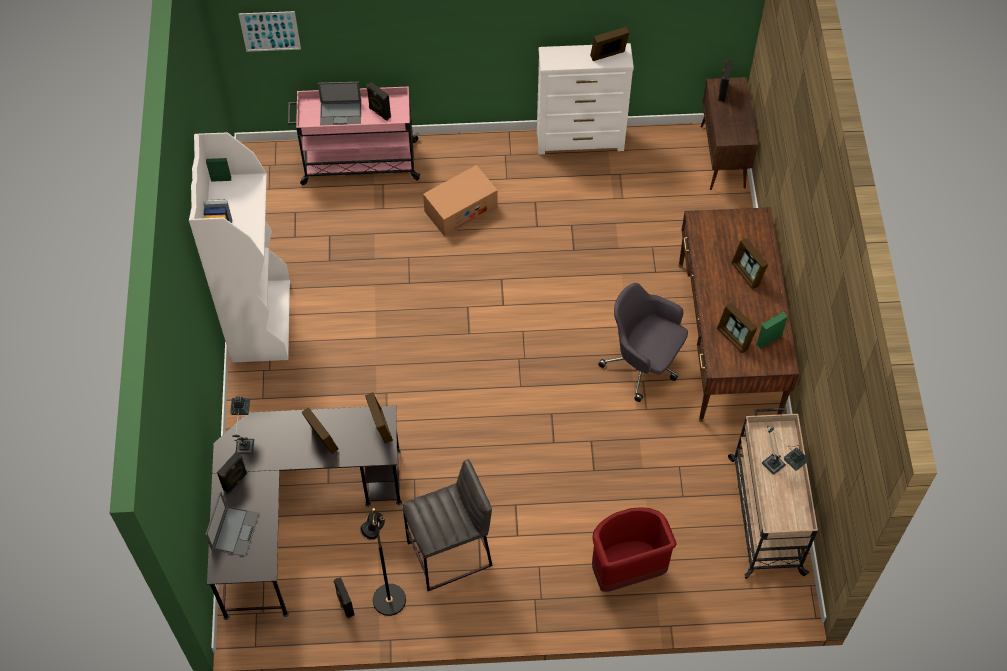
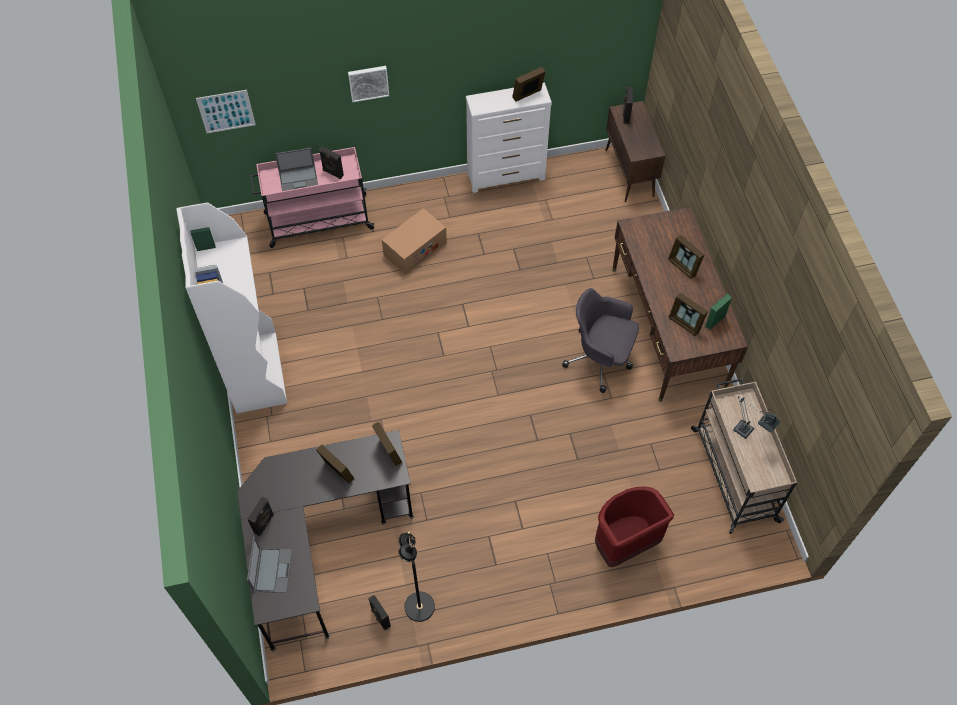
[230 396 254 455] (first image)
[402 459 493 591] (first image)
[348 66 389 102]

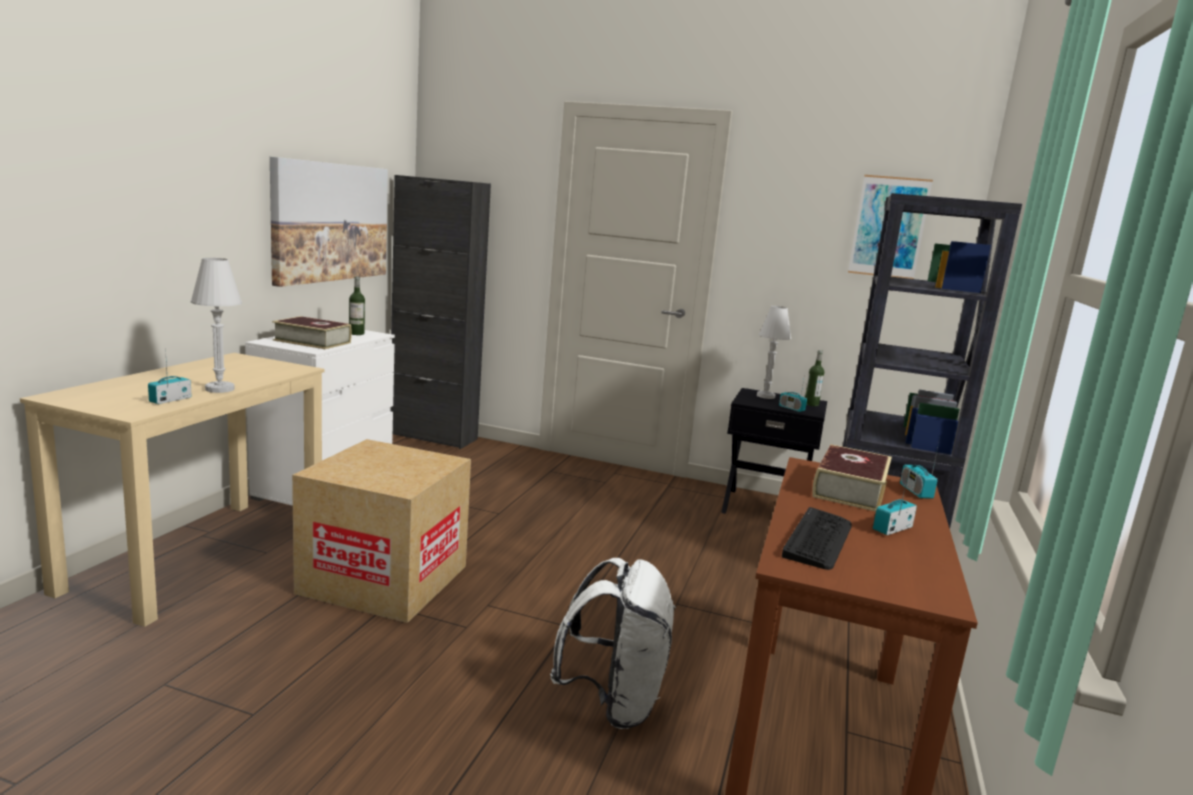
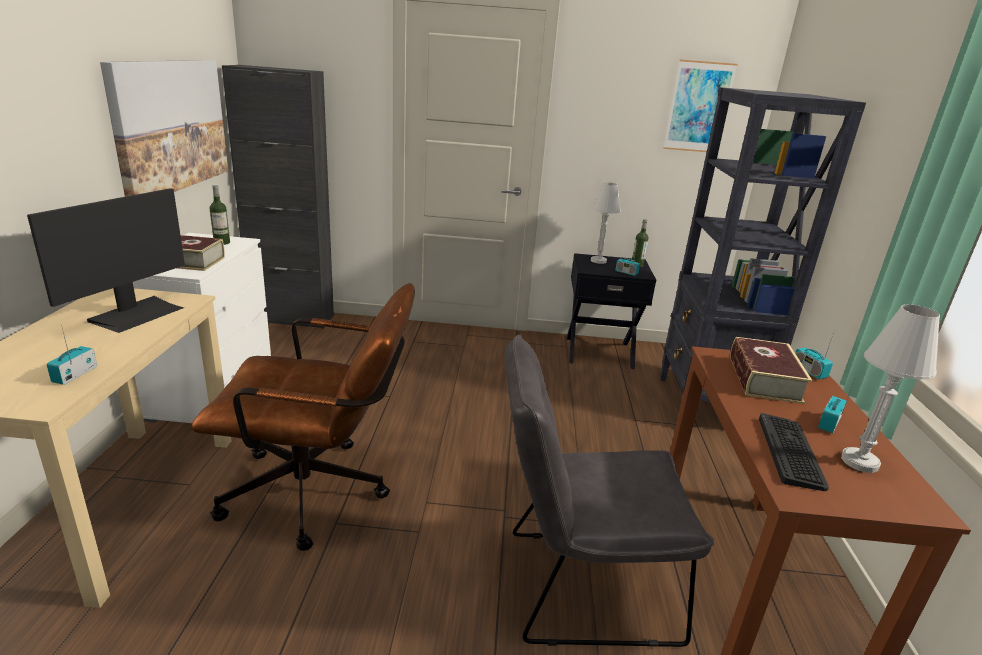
[841 304 940 473]
[191 283 415 551]
[505 335 715 647]
[27 188 185 333]

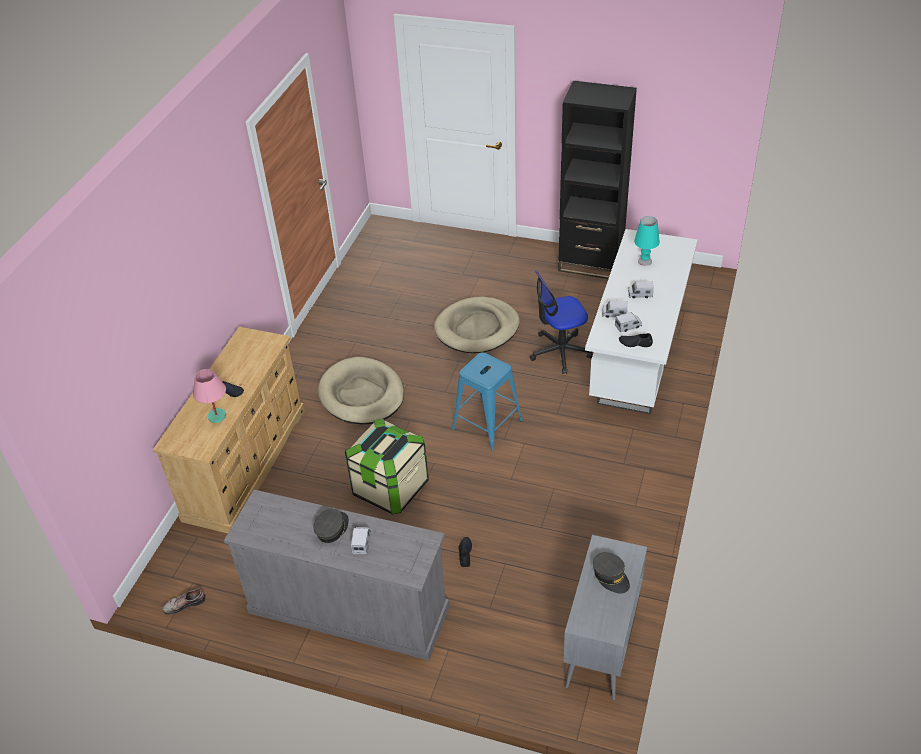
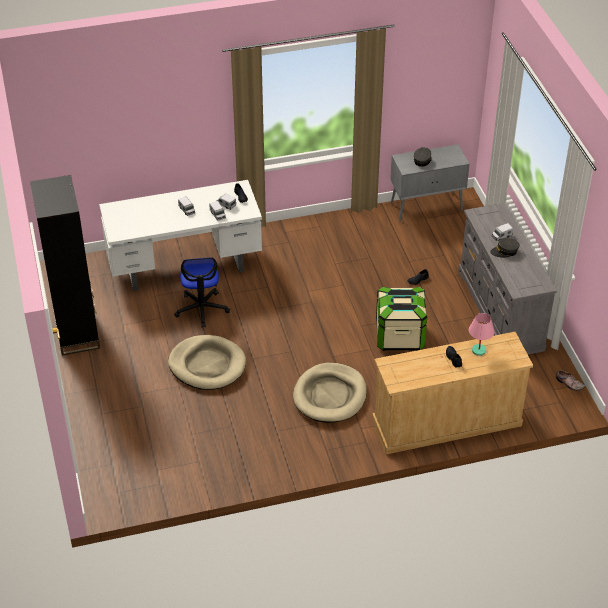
[452 352 523 451] (first image)
[174 257 230 328]
[634 216 660 266] (first image)

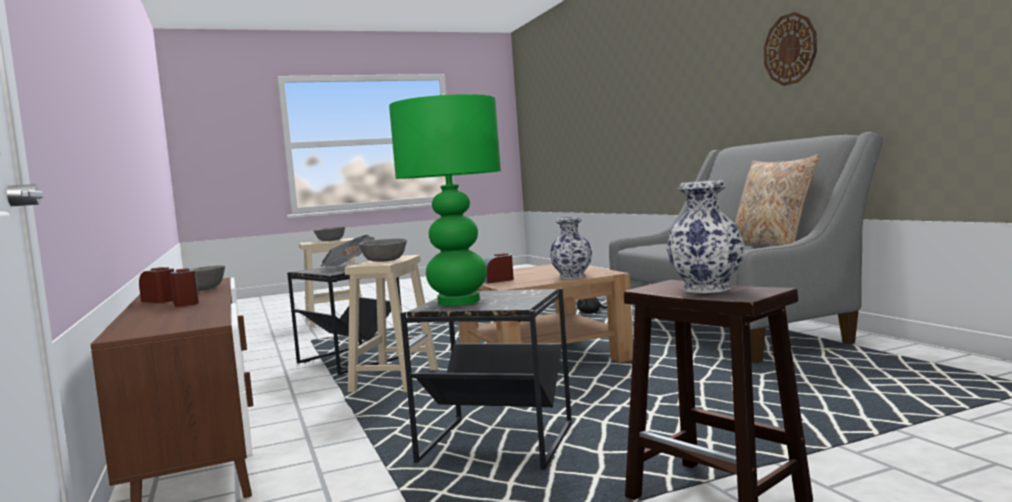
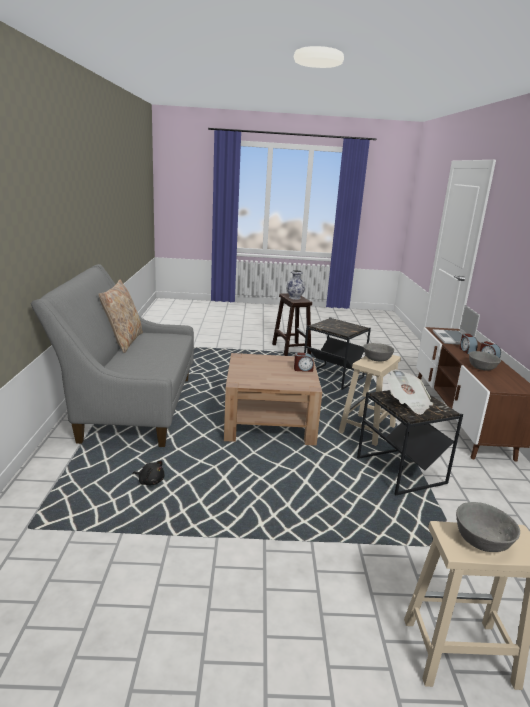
[389 94 501 306] (first image)
[550 216 592 279] (first image)
[764 12 817 86] (first image)
[433 305 480 345]

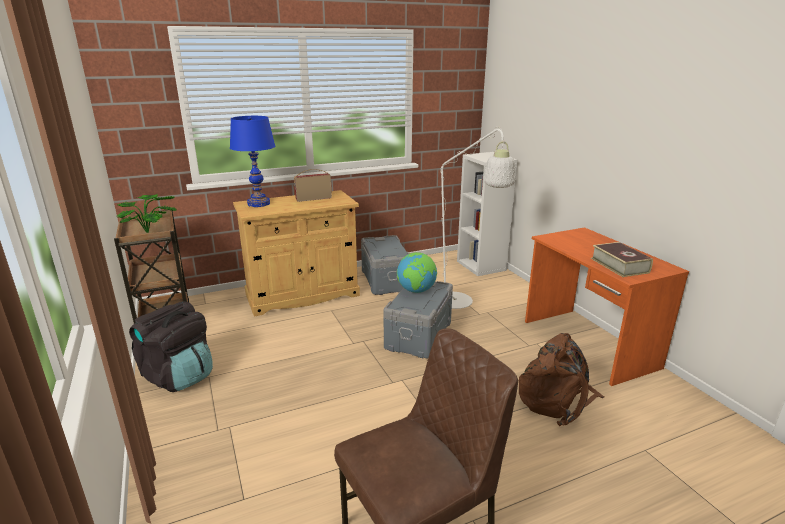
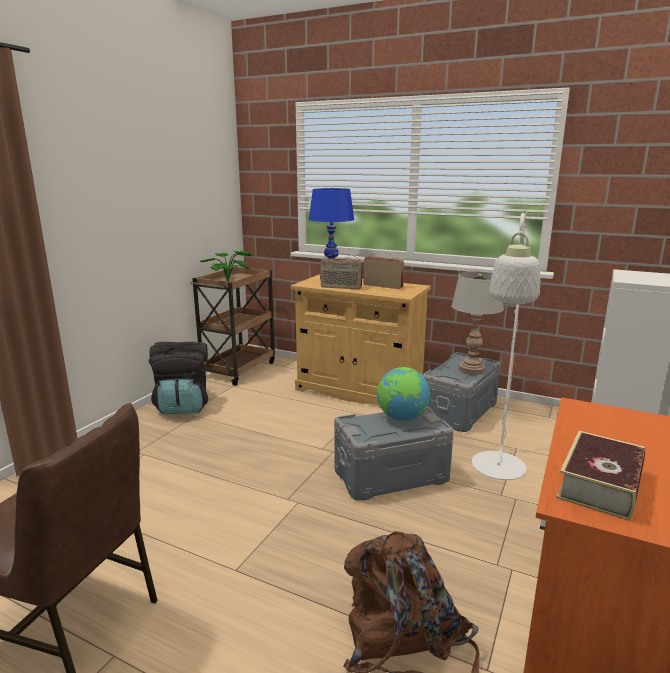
[320 253 363 289]
[451 271 504 375]

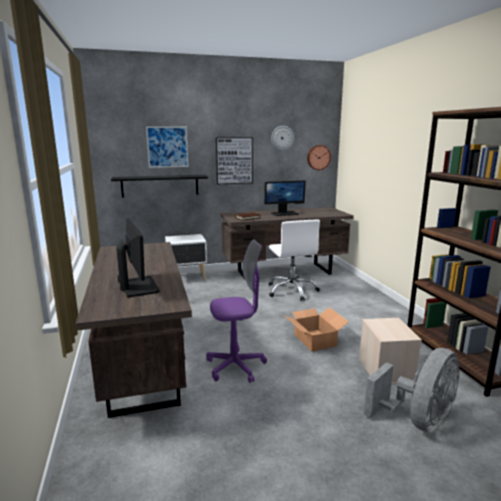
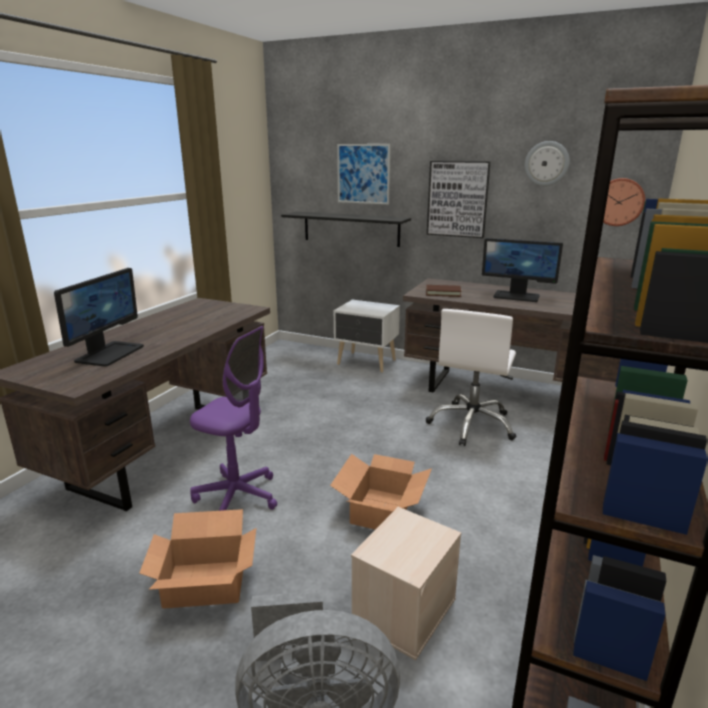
[139 509 256 609]

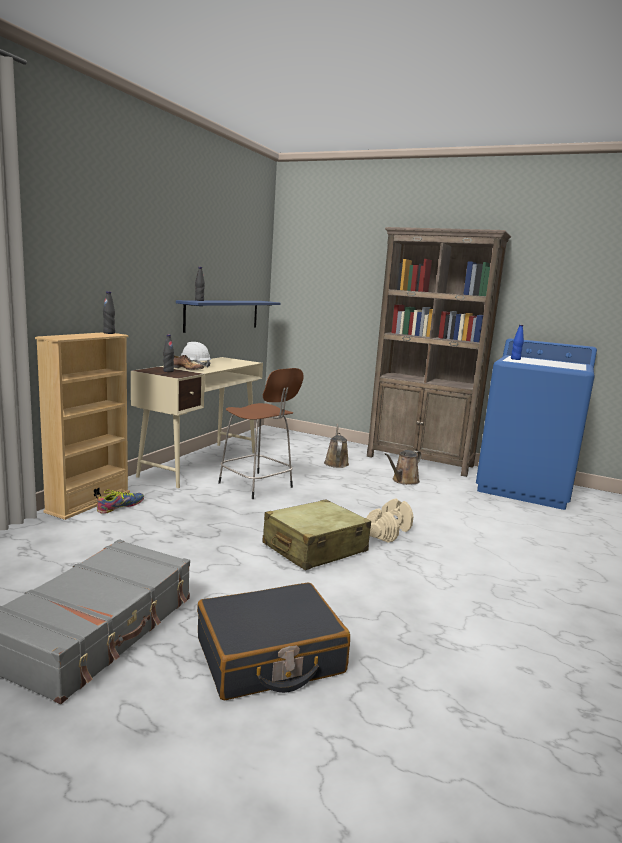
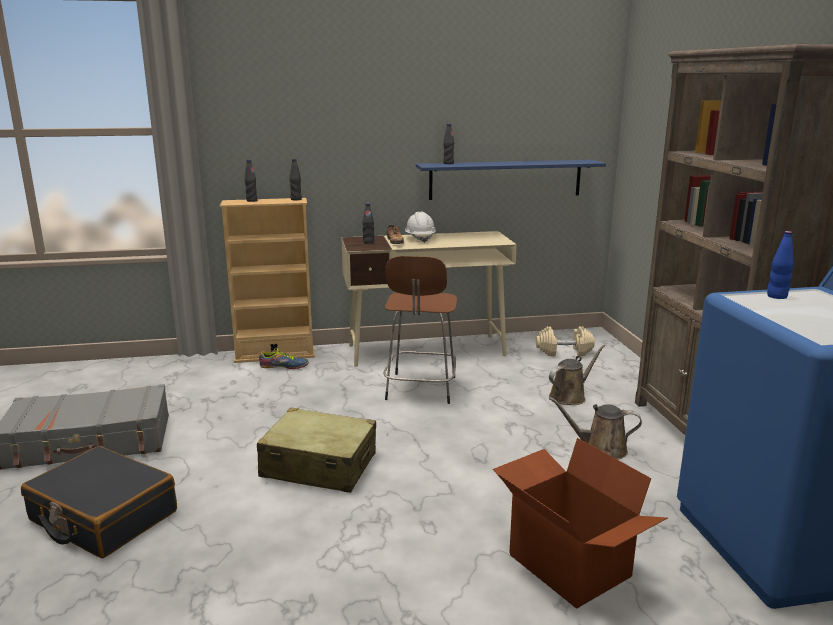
[536 326 595 357]
[245 160 258 202]
[493 438 668 609]

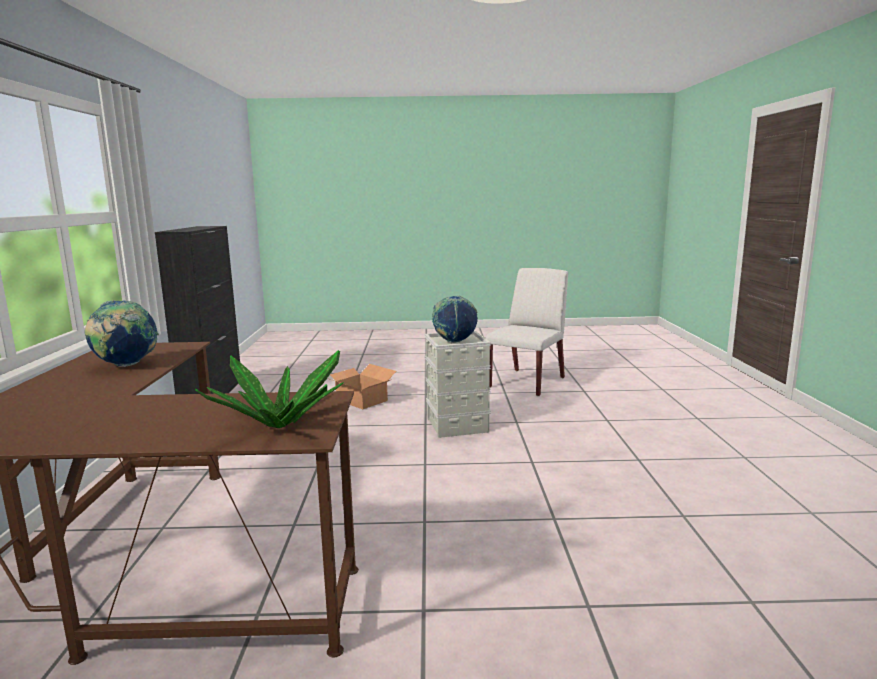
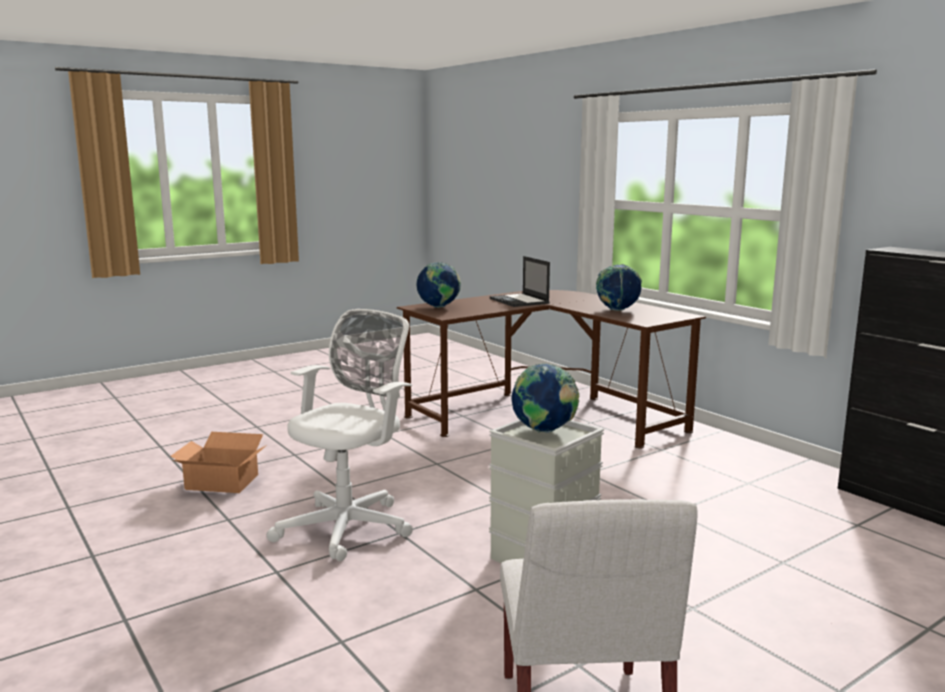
[417 262 461 308]
[171 432 267 493]
[266 309 413 561]
[490 256 550 307]

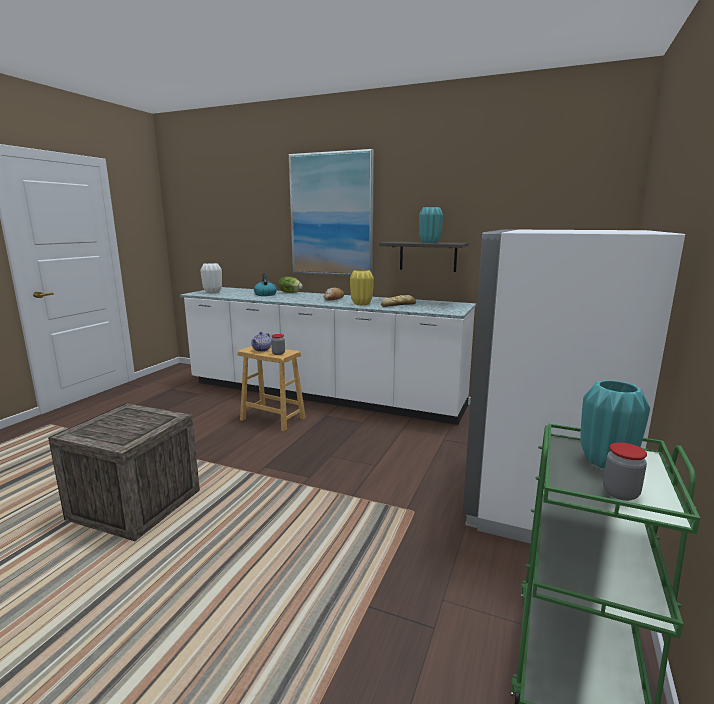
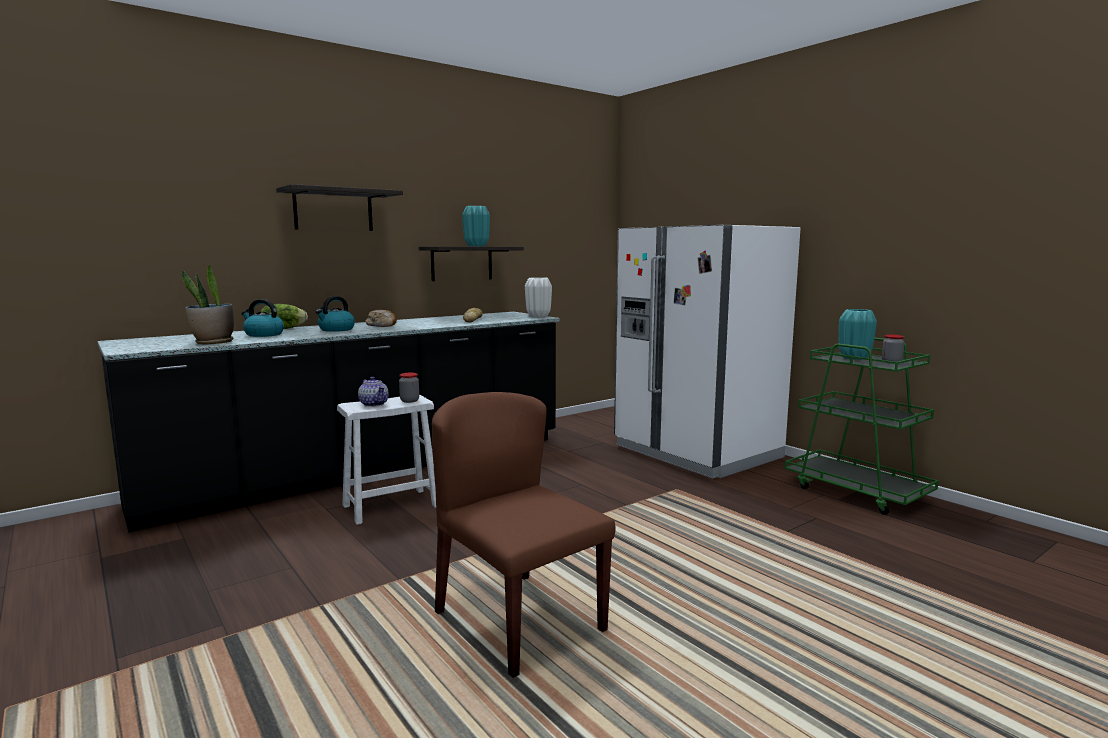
[432 392 615 678]
[98 312 560 533]
[525 277 552 318]
[337 395 436 525]
[276 184 403 231]
[350 270 374 305] (first image)
[181 265 234 344]
[316 296 355 332]

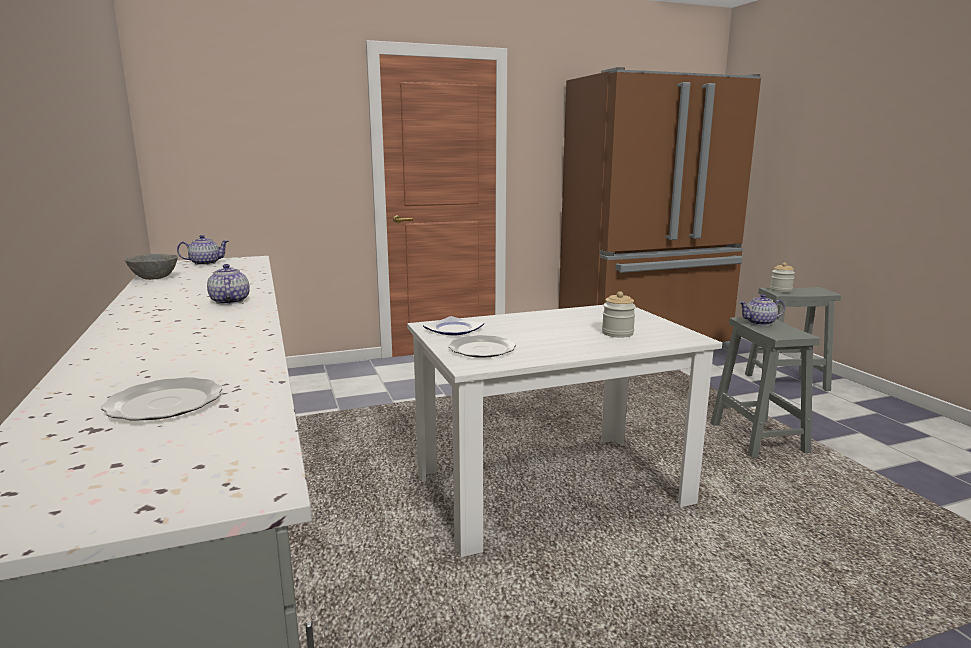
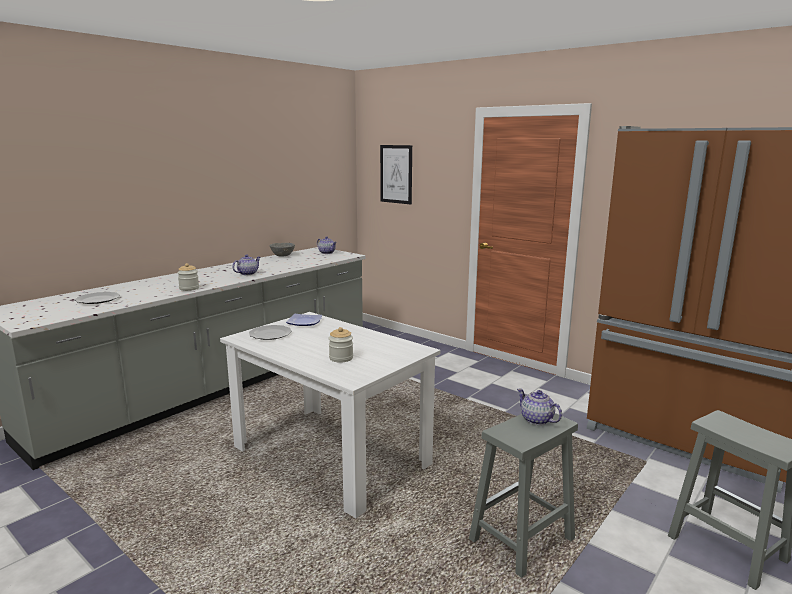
[177 263 199 291]
[380 145 412 204]

